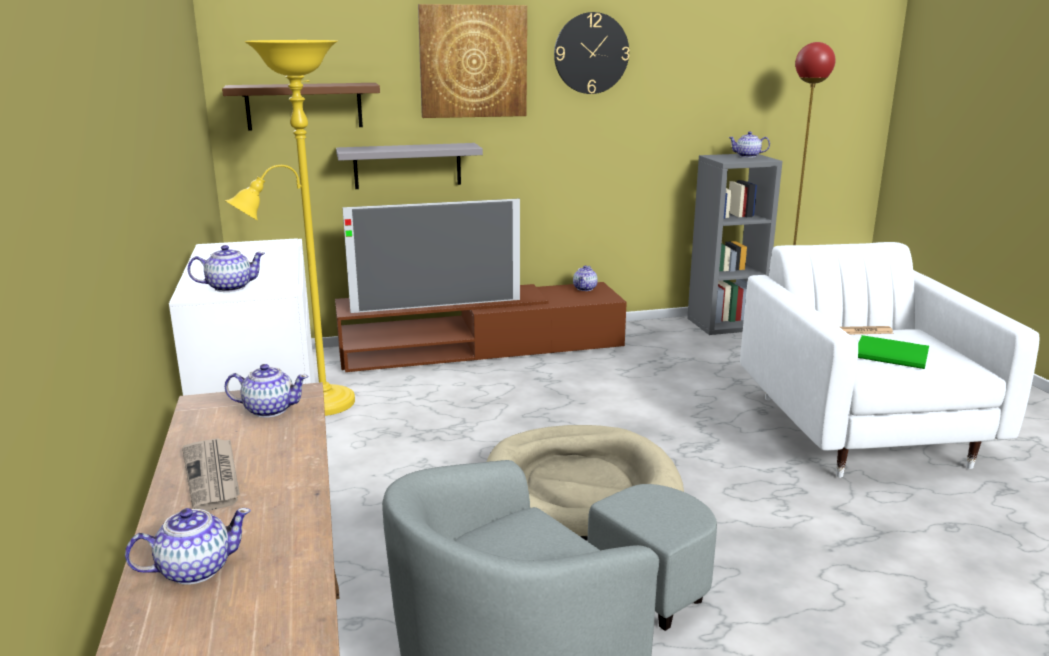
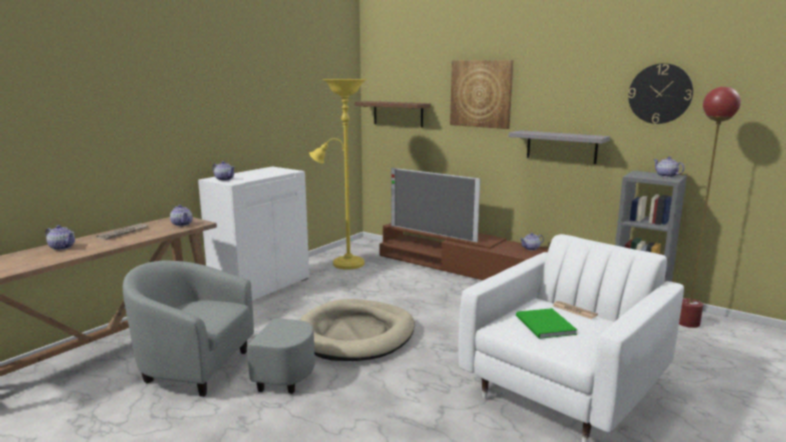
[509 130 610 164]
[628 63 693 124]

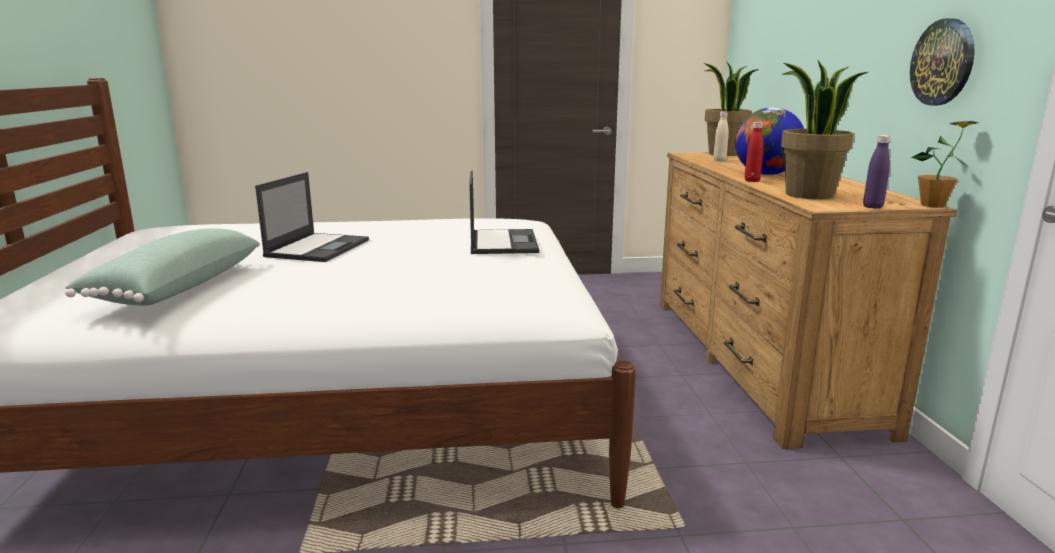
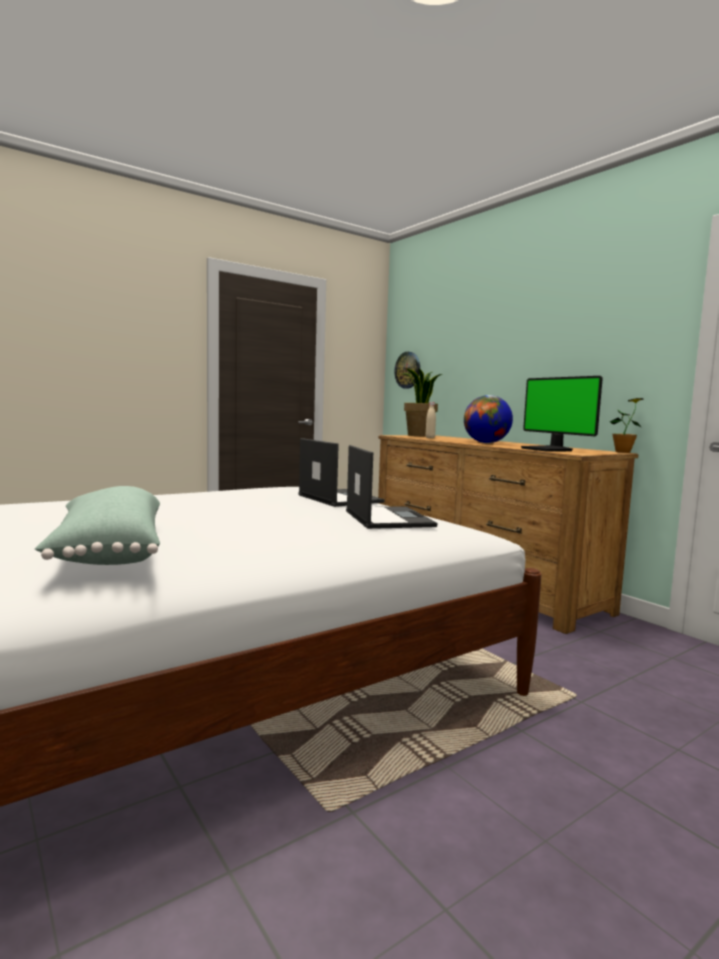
[346 445 437 529]
[745 122 764 182] (first image)
[521 376 603 452]
[863 135 890 209] (first image)
[395 352 420 389]

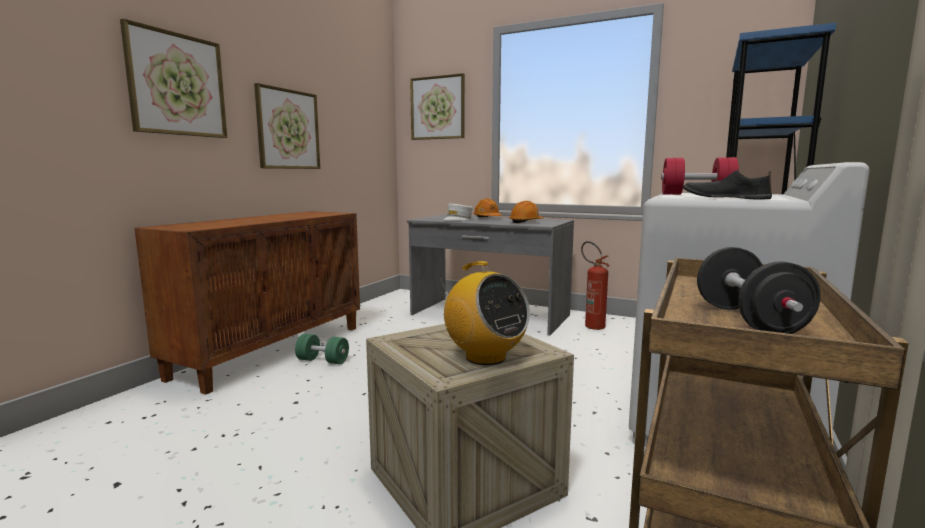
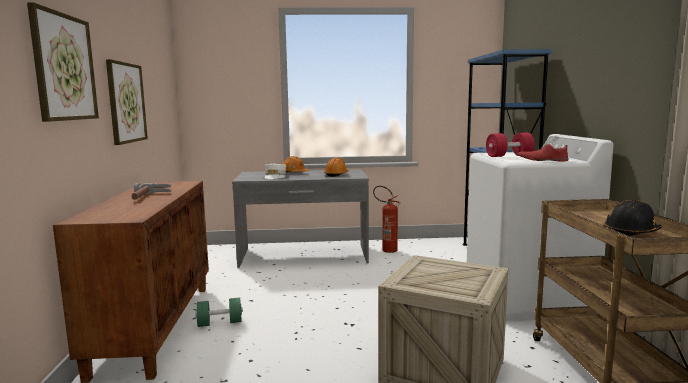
[410 73 465 140] (first image)
[440 261 530 365] (first image)
[518 144 569 161]
[603 200 662 236]
[132 183 172 199]

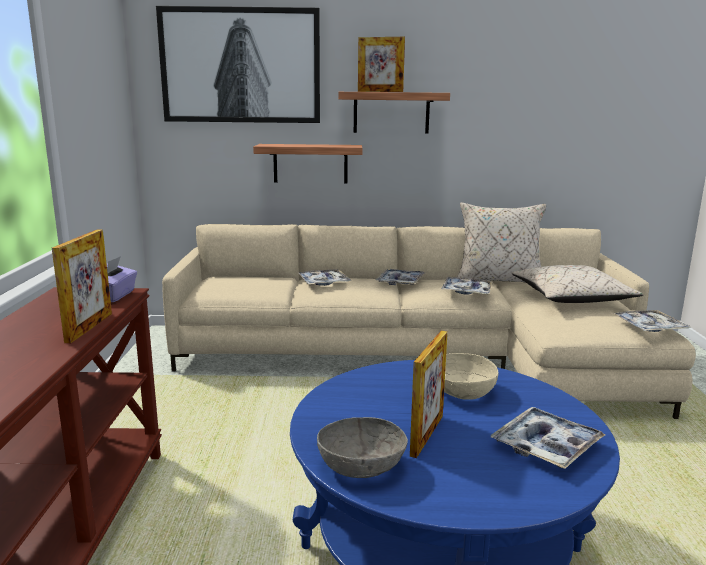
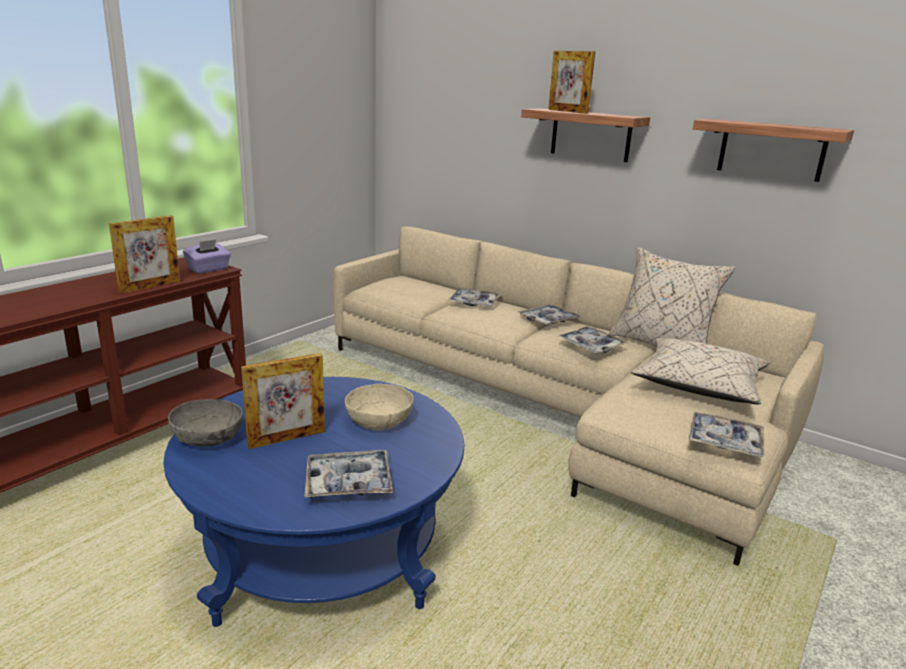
[156 6 320 123] (first image)
[693 119 854 182]

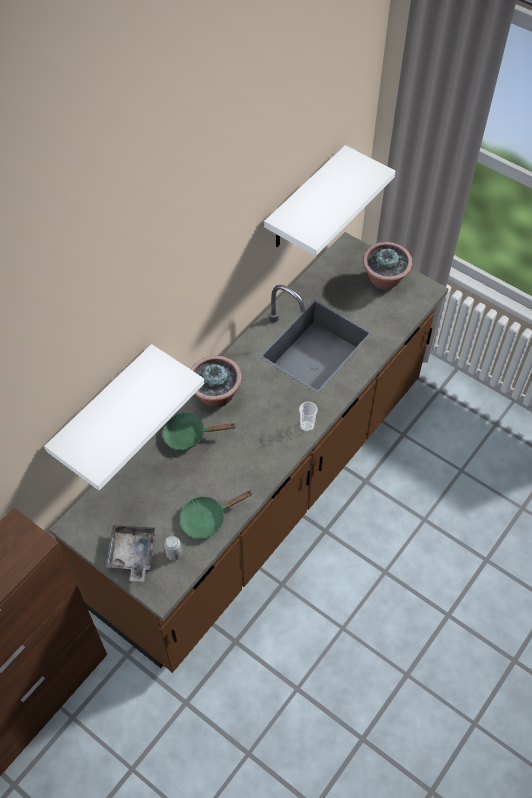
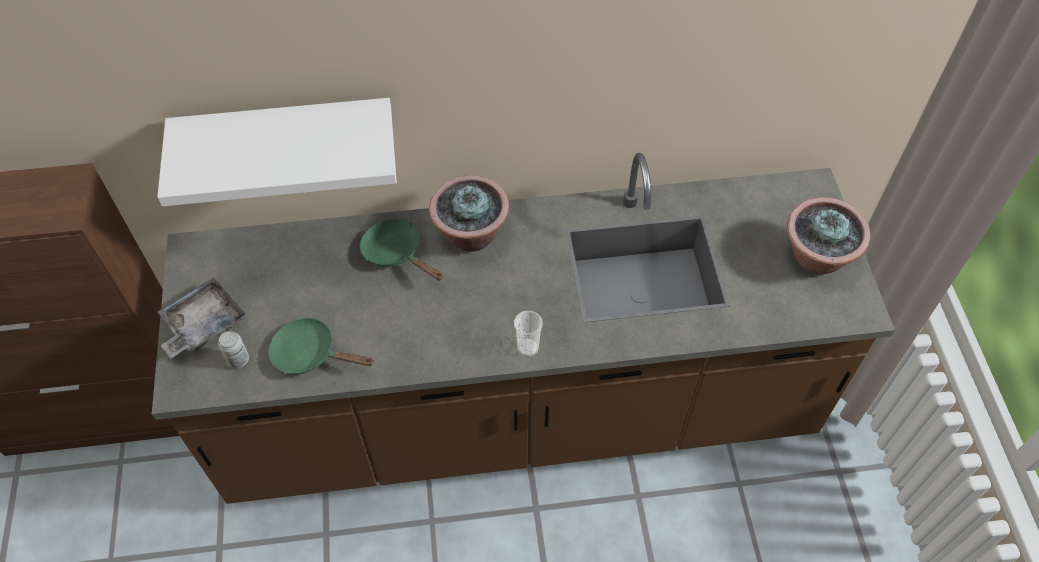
[264 145 395 256] (first image)

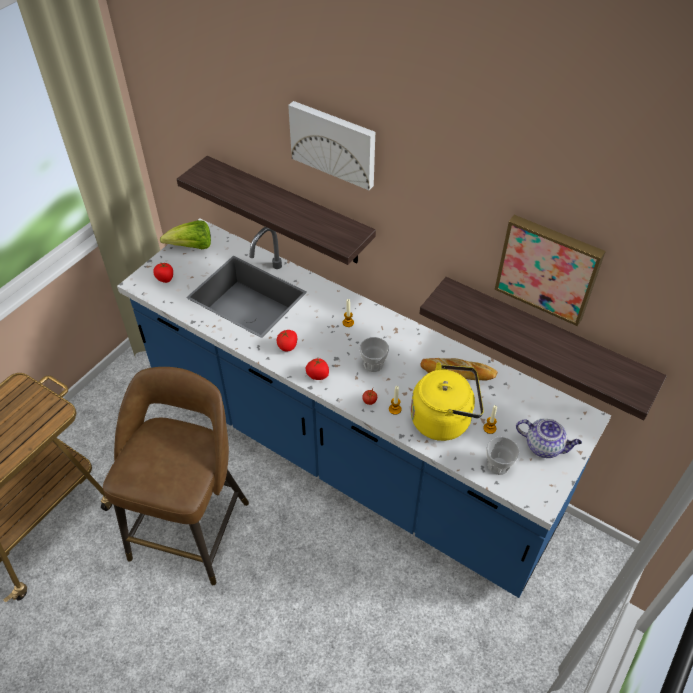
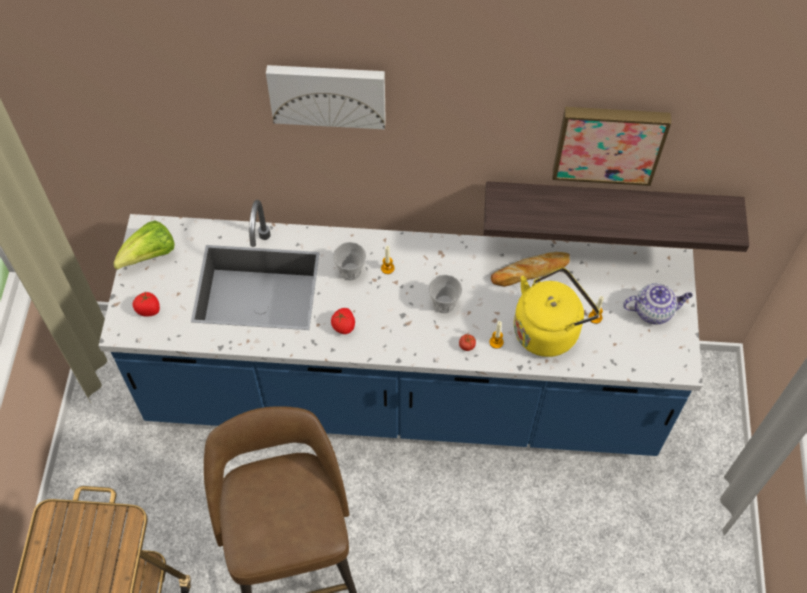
[177 156 376 265] (first image)
[306 358 329 380] (first image)
[333 242 366 280]

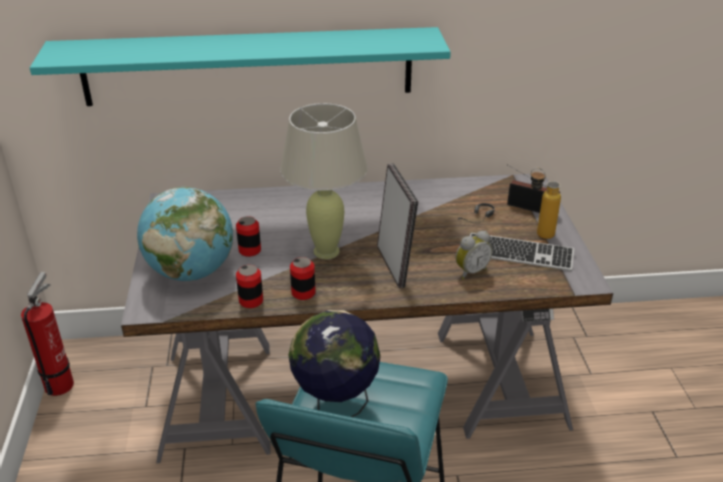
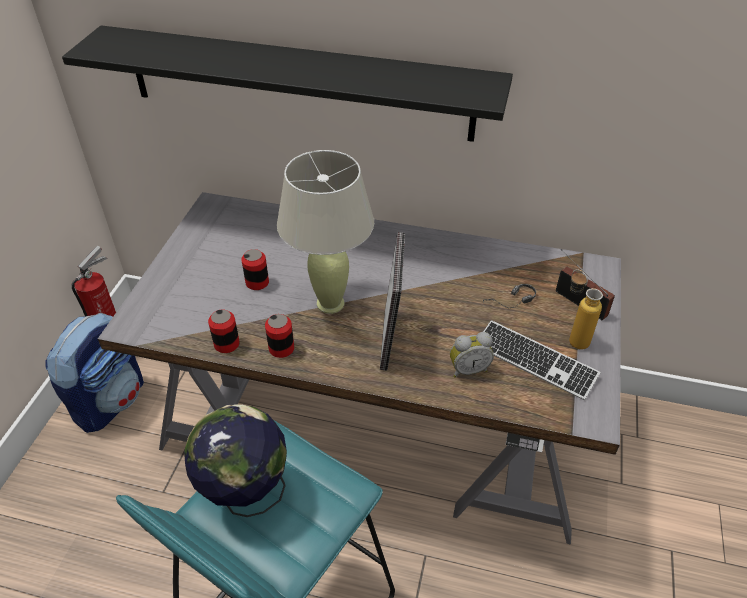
[62 25 513 142]
[137 187 233 281] (first image)
[45 313 144 433]

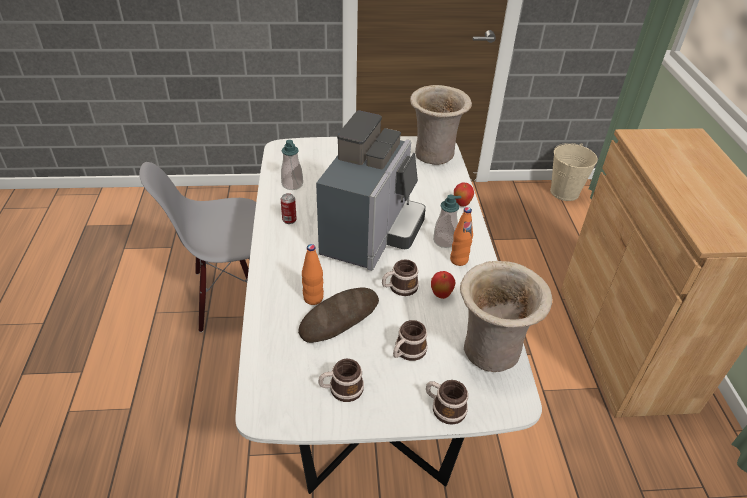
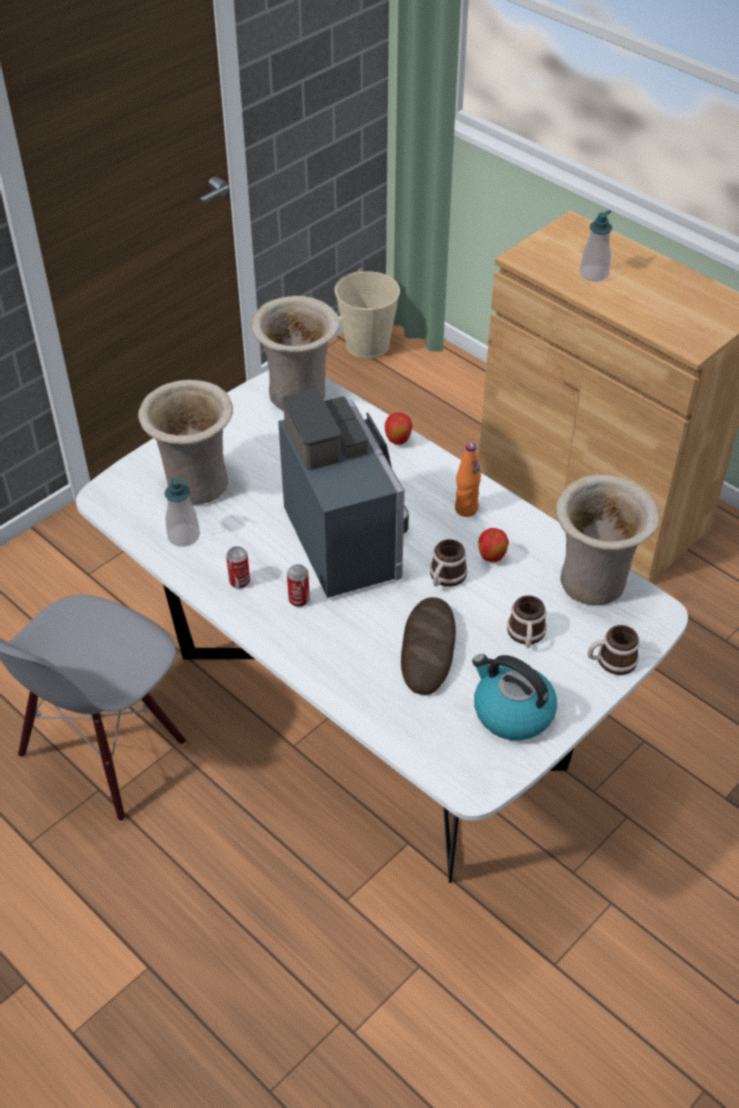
[302 244 324 305] (first image)
[472 654 557 740]
[580 210 612 282]
[138 380 233 505]
[287 564 310 607]

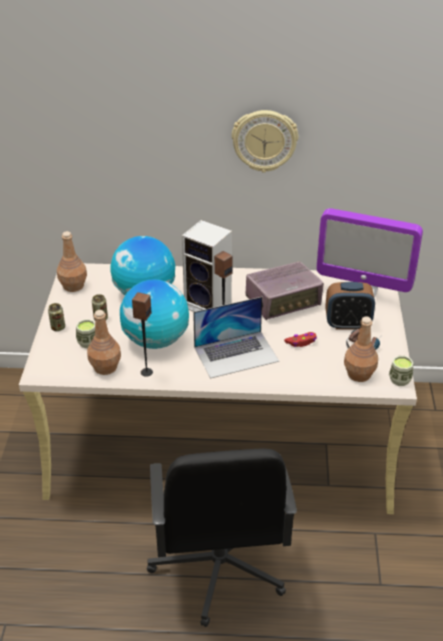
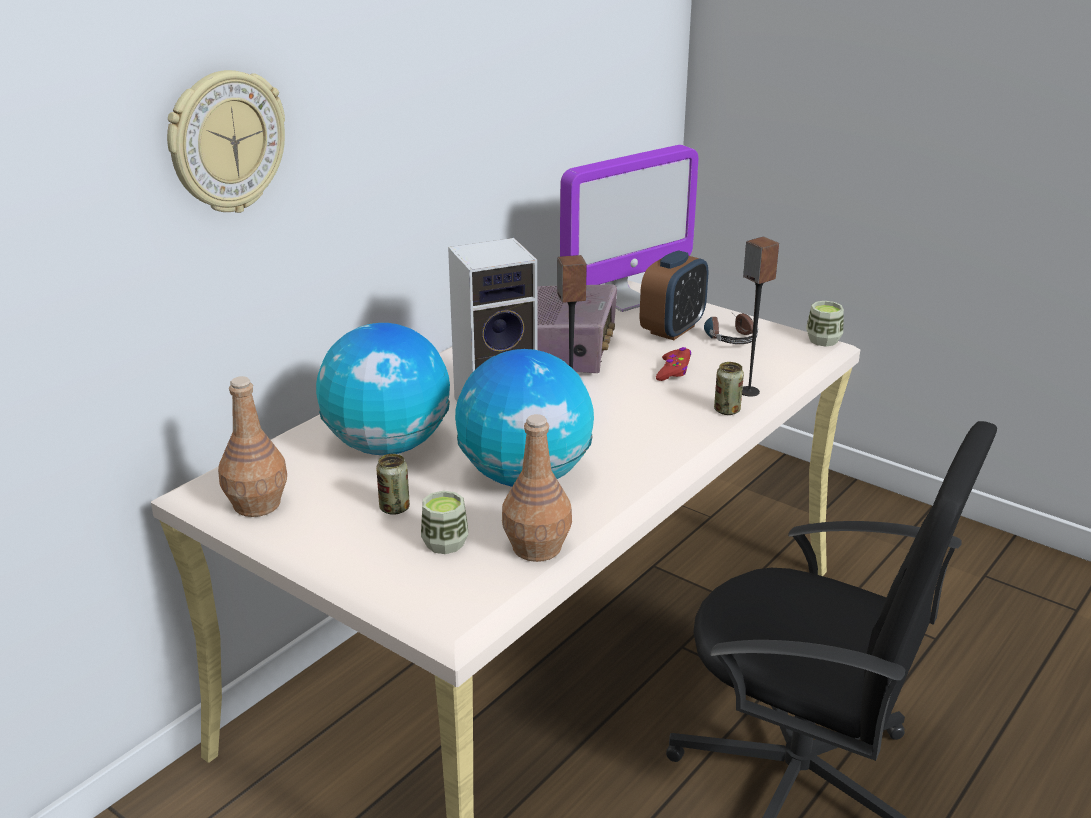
[714 362 744 415]
[742 236 779 397]
[193 297 279 378] (first image)
[167 70 285 213]
[344 316 378 382] (first image)

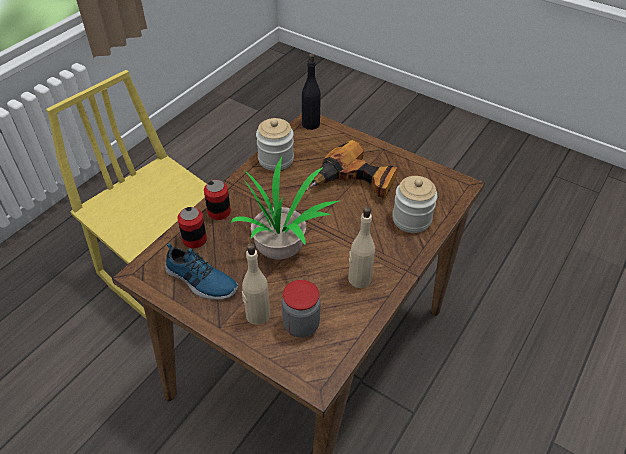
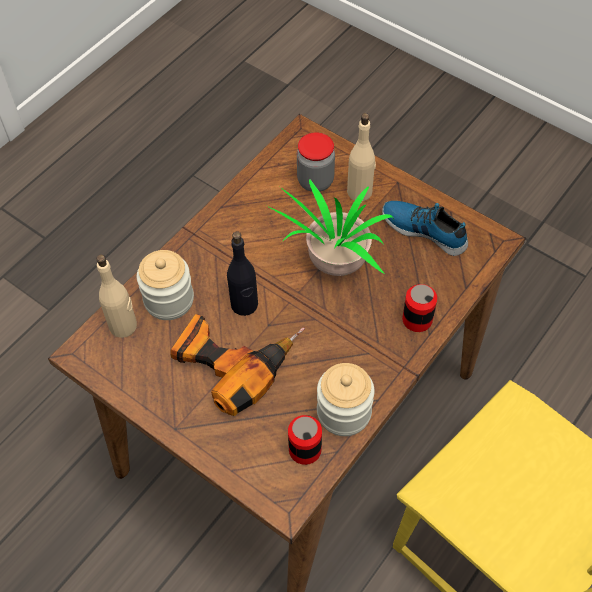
[288 415 322 465]
[227 231 258 316]
[96 255 137 338]

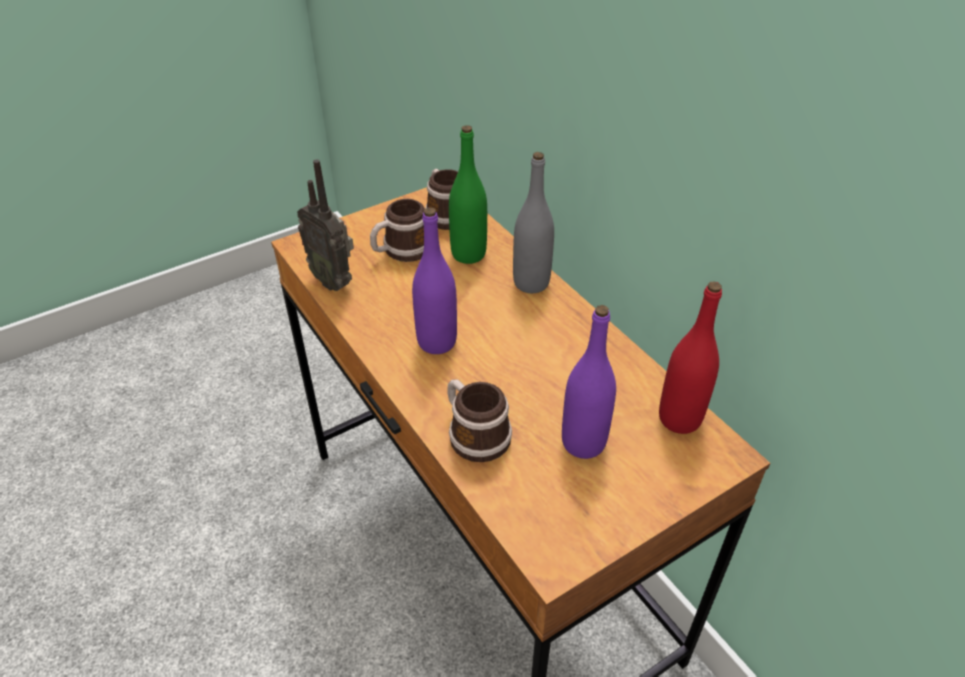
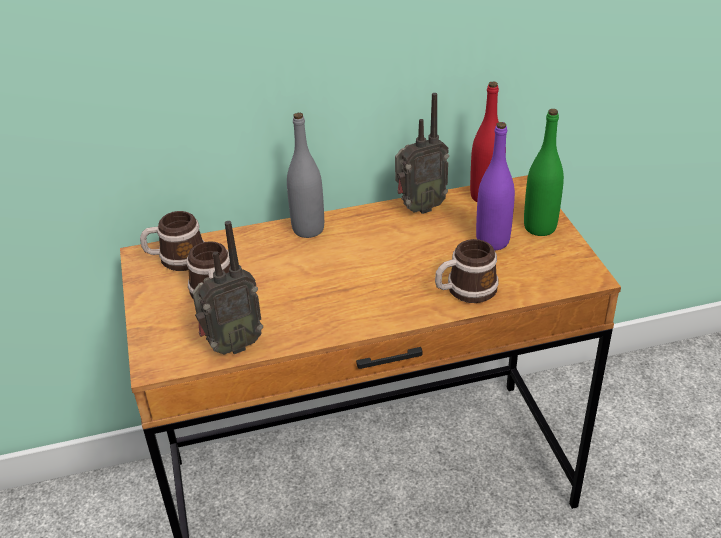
[412 207 457 354] (first image)
[524 109 564 236]
[395 93 449 214]

